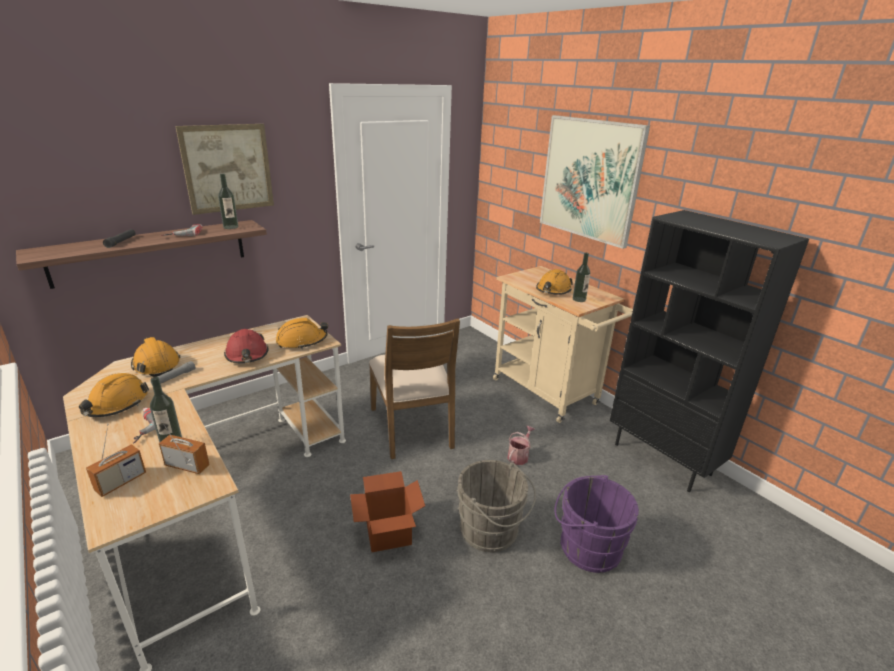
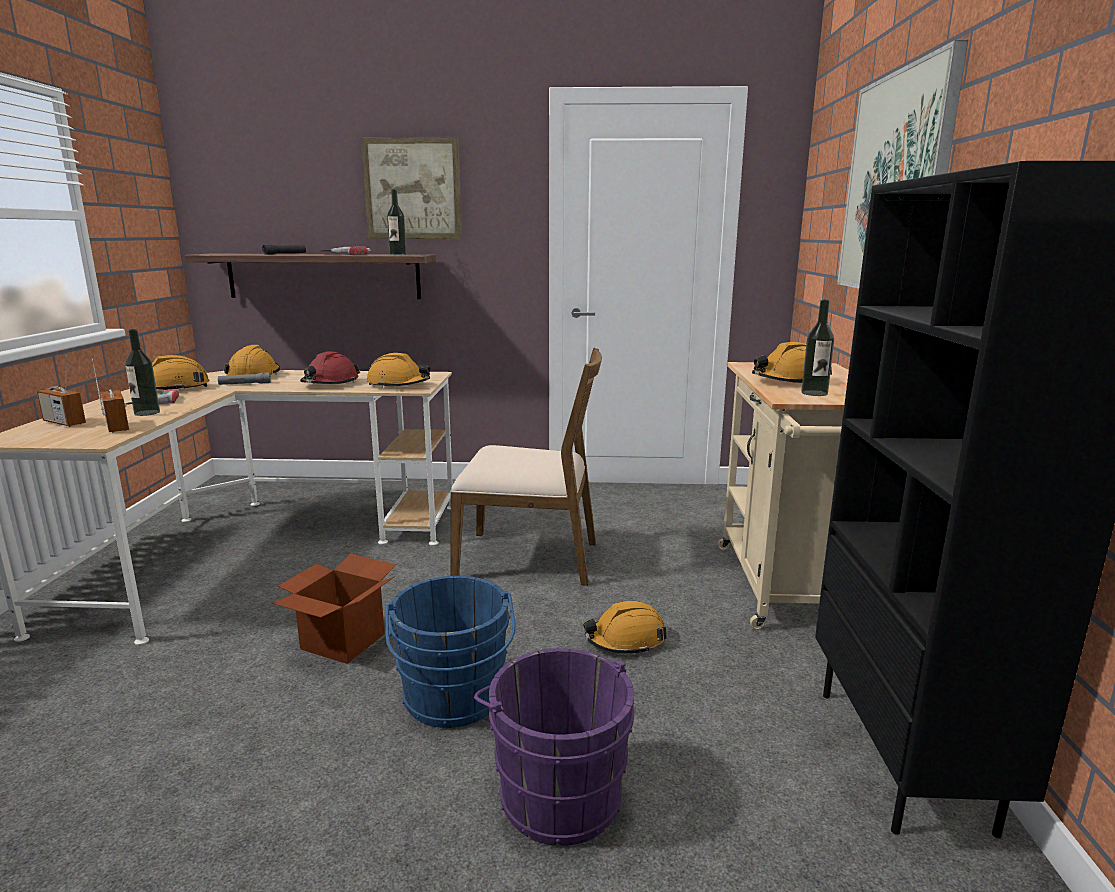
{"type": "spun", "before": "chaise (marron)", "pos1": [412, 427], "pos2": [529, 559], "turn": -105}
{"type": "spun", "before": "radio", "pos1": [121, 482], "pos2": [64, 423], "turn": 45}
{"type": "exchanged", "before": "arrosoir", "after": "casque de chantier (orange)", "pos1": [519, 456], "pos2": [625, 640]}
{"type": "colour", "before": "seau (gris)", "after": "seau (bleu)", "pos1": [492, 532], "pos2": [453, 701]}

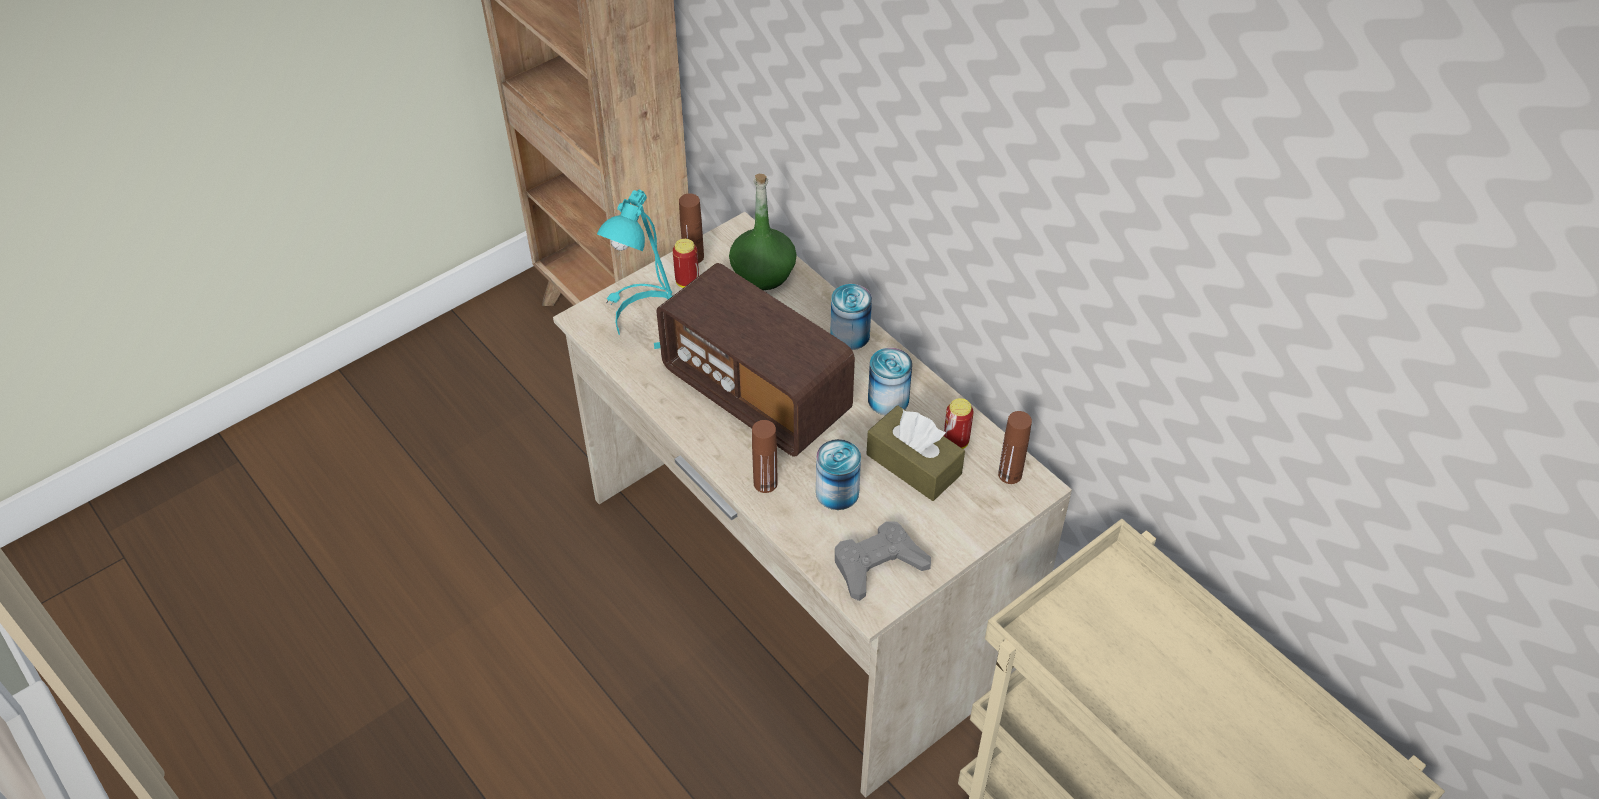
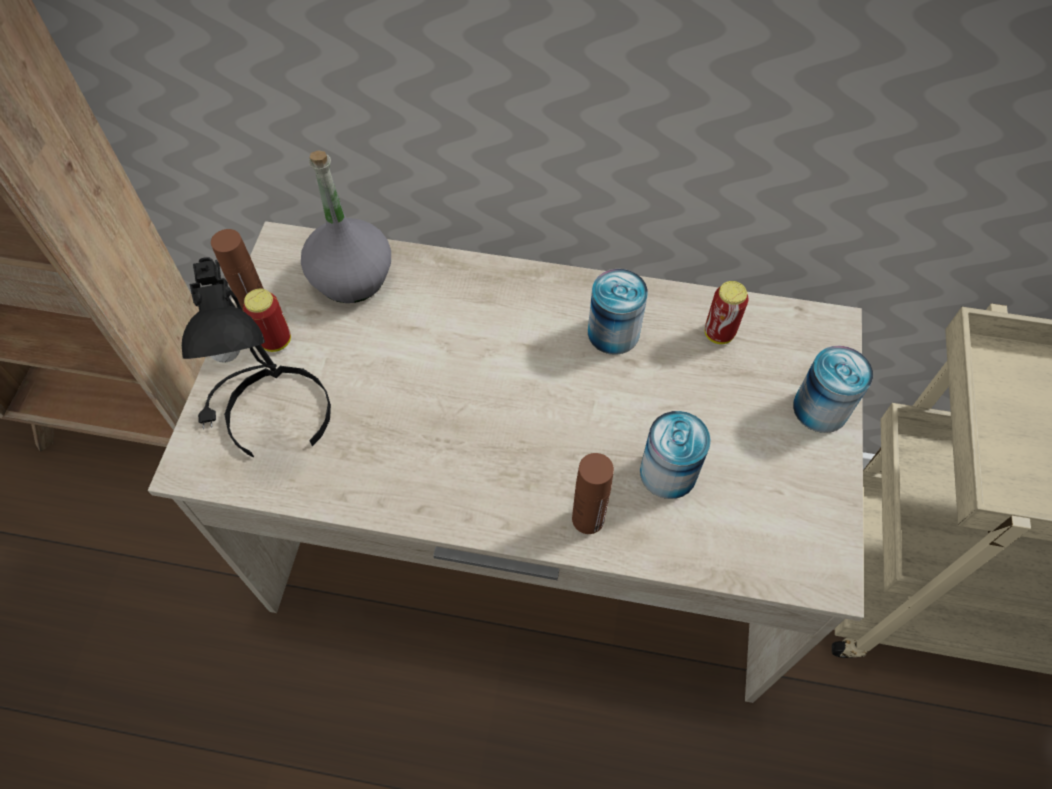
{"type": "colour", "before": "bouteille (vert)", "after": "bouteille (gris)", "pos1": [763, 273], "pos2": [351, 277]}
{"type": "colour", "before": "lampe de table (turquoise)", "after": "lampe de table (noir)", "pos1": [647, 320], "pos2": [271, 417]}
{"type": "missing", "before": "radio", "pos1": [756, 393]}
{"type": "relocated", "before": "boîte métallique", "pos1": [850, 335], "pos2": [820, 408]}
{"type": "missing", "before": "boîte à mouchoirs (marron)", "pos1": [913, 464]}
{"type": "missing", "before": "bouteille (marron)", "pos1": [1010, 474]}
{"type": "missing", "before": "manette (gris)", "pos1": [878, 564]}

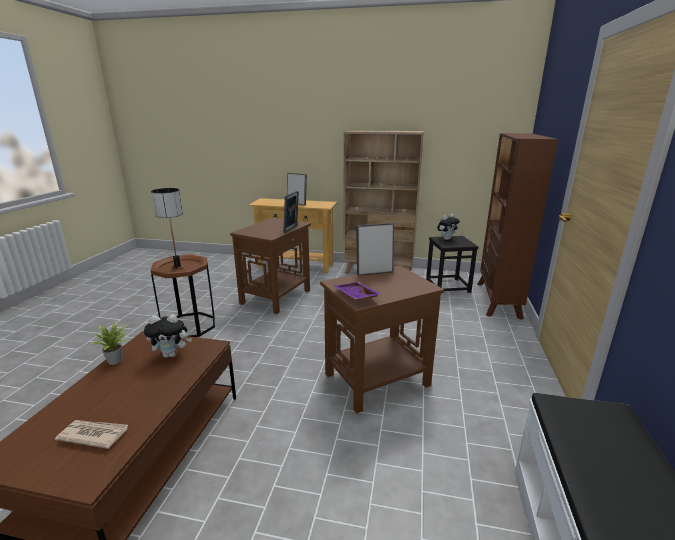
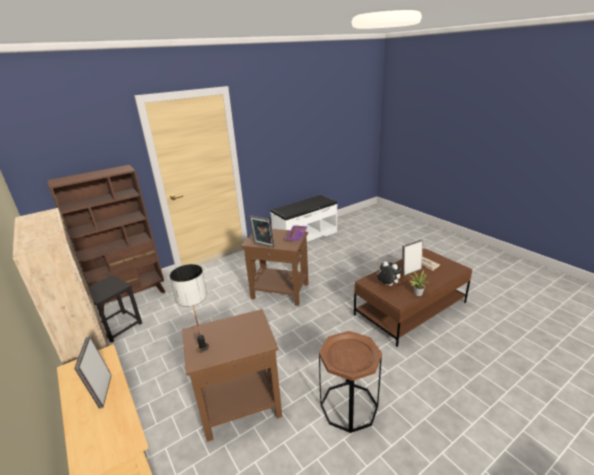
{"type": "relocated", "before": "lampe de table", "pos1": [177, 267], "pos2": [203, 348]}
{"type": "relocated", "before": "cadre photo", "pos1": [291, 229], "pos2": [410, 271]}
{"type": "missing", "before": "peluche", "pos1": [446, 239]}

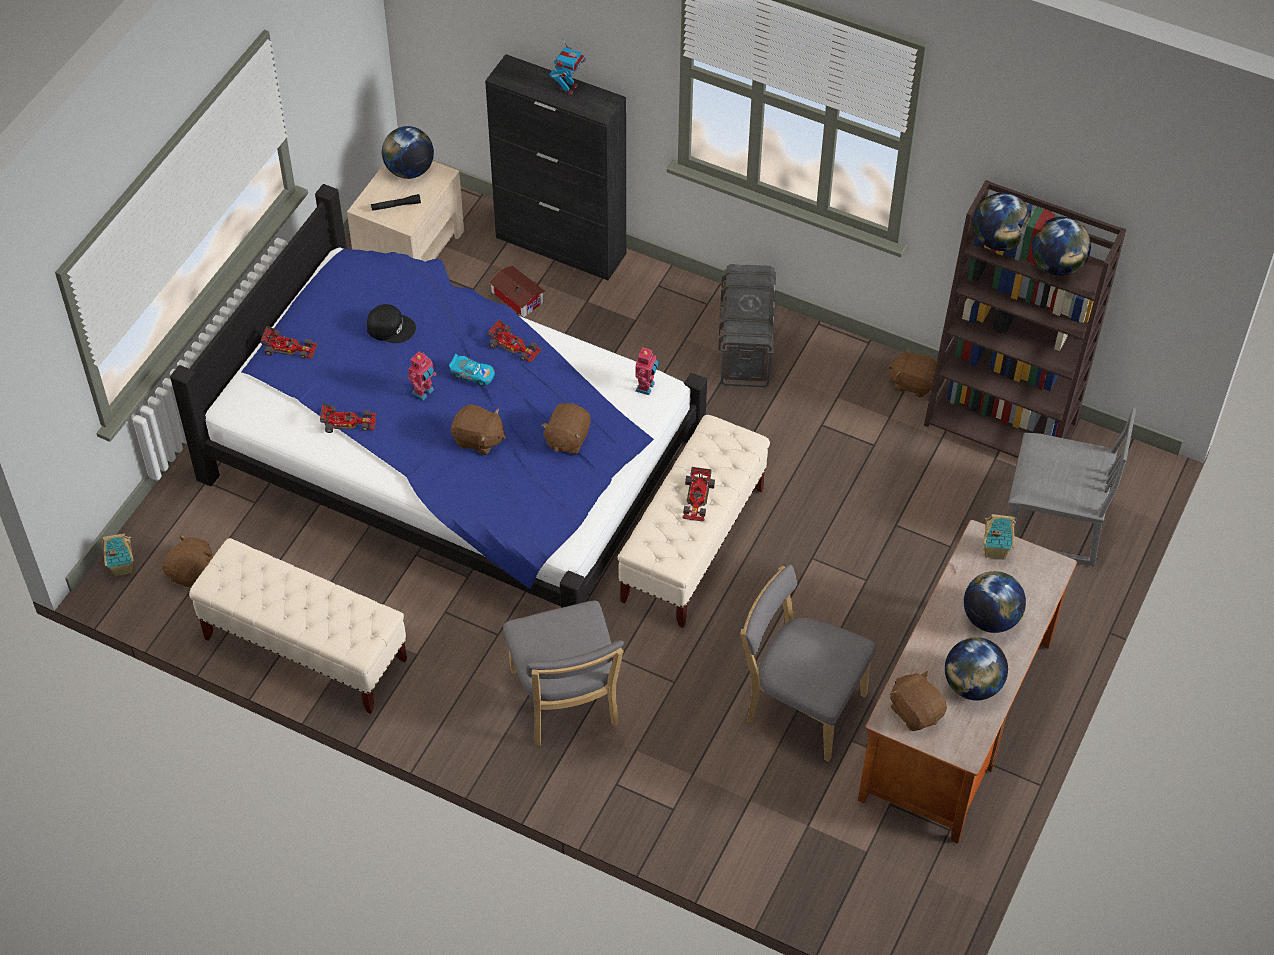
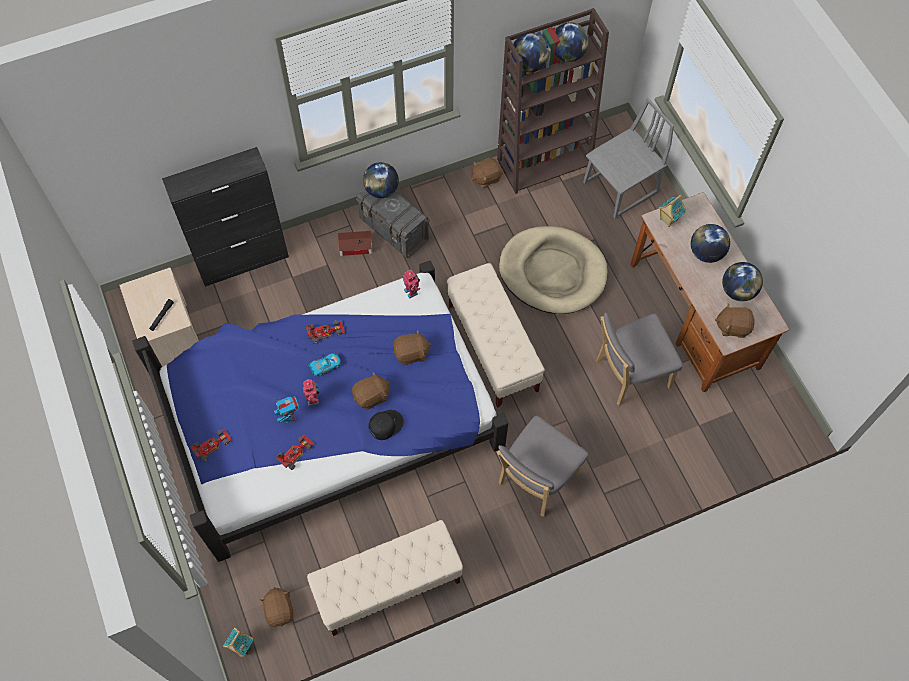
{"type": "relocated", "before": "robot jouet", "pos1": [568, 88], "pos2": [289, 417]}
{"type": "relocated", "before": "globe", "pos1": [409, 170], "pos2": [381, 190]}
{"type": "relocated", "before": "maison miniature", "pos1": [517, 296], "pos2": [354, 246]}
{"type": "relocated", "before": "casquette (noir)", "pos1": [391, 327], "pos2": [385, 424]}
{"type": "spun", "before": "peluche (marron)", "pos1": [567, 439], "pos2": [411, 353], "turn": -75}
{"type": "missing", "before": "petite voiture", "pos1": [697, 498]}
{"type": "spun", "before": "chaise (gris)", "pos1": [566, 703], "pos2": [535, 480], "turn": 105}
{"type": "appeared", "after": "panier pour chien (beige)", "pos2": [552, 272]}

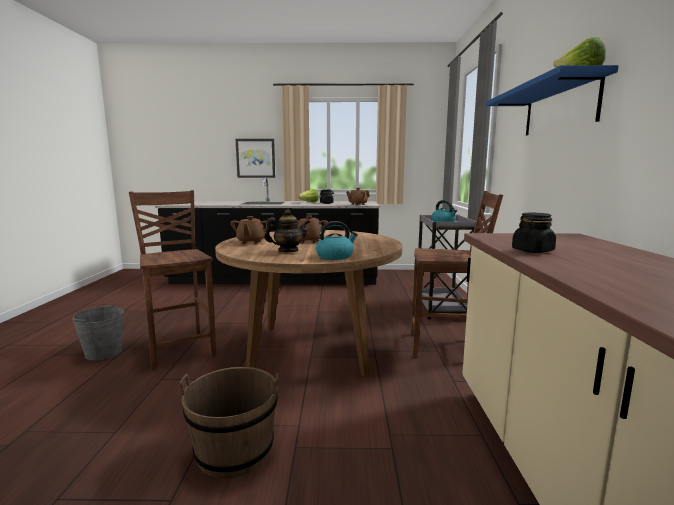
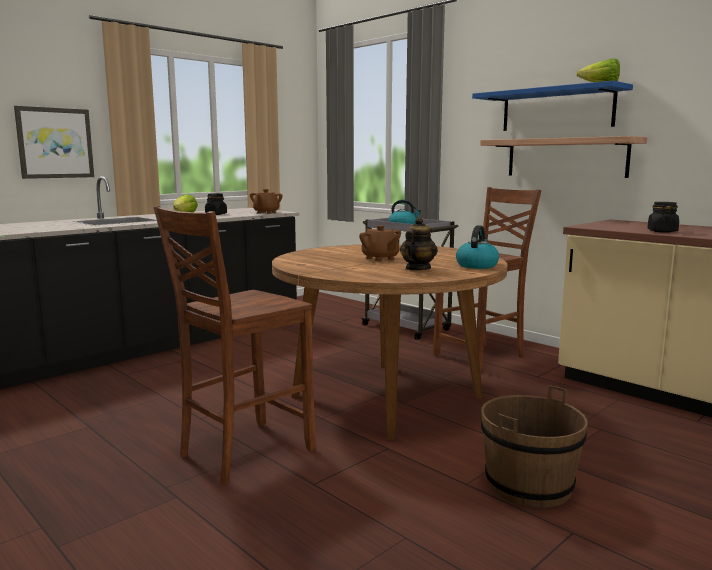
{"type": "spun", "before": "chaise (marron)", "pos1": [181, 348], "pos2": [243, 452], "turn": -60}
{"type": "missing", "before": "théière (marron)", "pos1": [251, 242]}
{"type": "missing", "before": "seau (gris)", "pos1": [103, 353]}
{"type": "appeared", "after": "étagère", "pos2": [565, 157]}

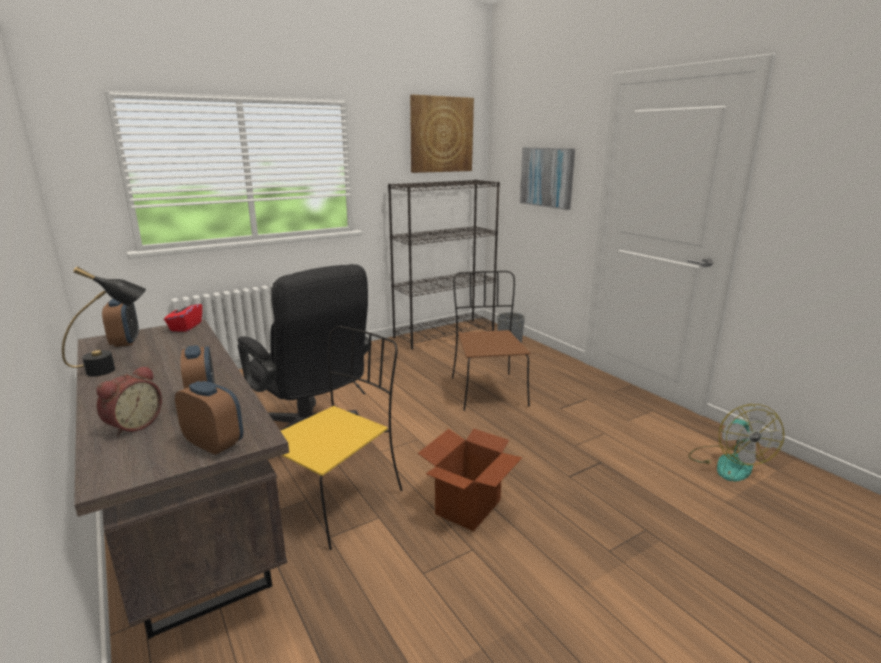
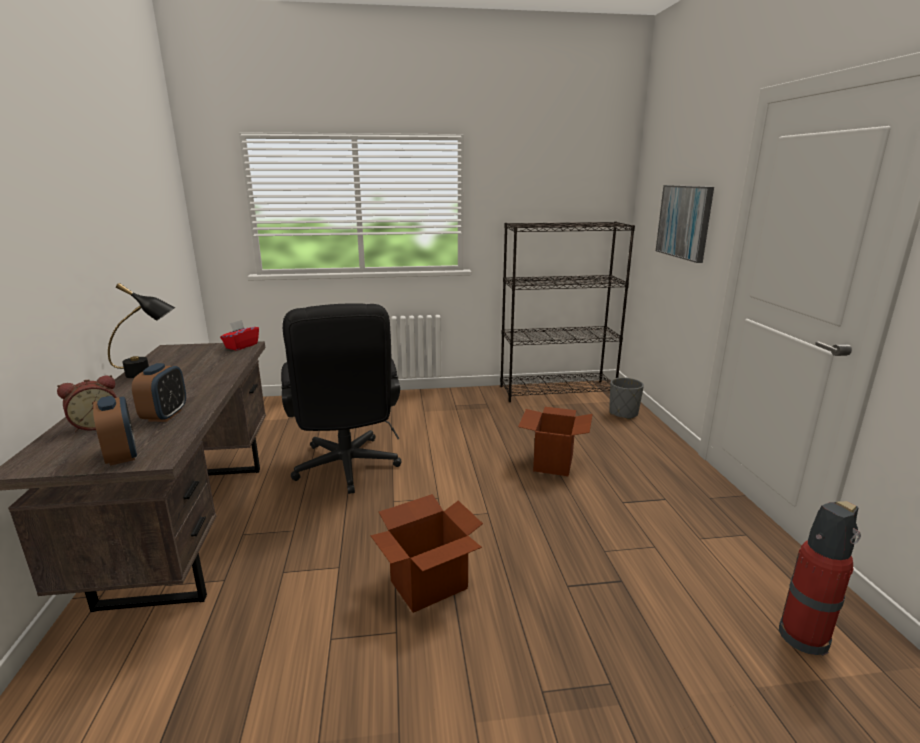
{"type": "missing", "before": "tableau", "pos1": [441, 134]}
{"type": "exchanged", "before": "chaise (marron)", "after": "carton", "pos1": [487, 390], "pos2": [553, 463]}
{"type": "missing", "before": "réveil", "pos1": [125, 342]}
{"type": "missing", "before": "chaise (jaune)", "pos1": [338, 499]}
{"type": "exchanged", "before": "ventilateur", "after": "extincteur", "pos1": [728, 463], "pos2": [805, 636]}

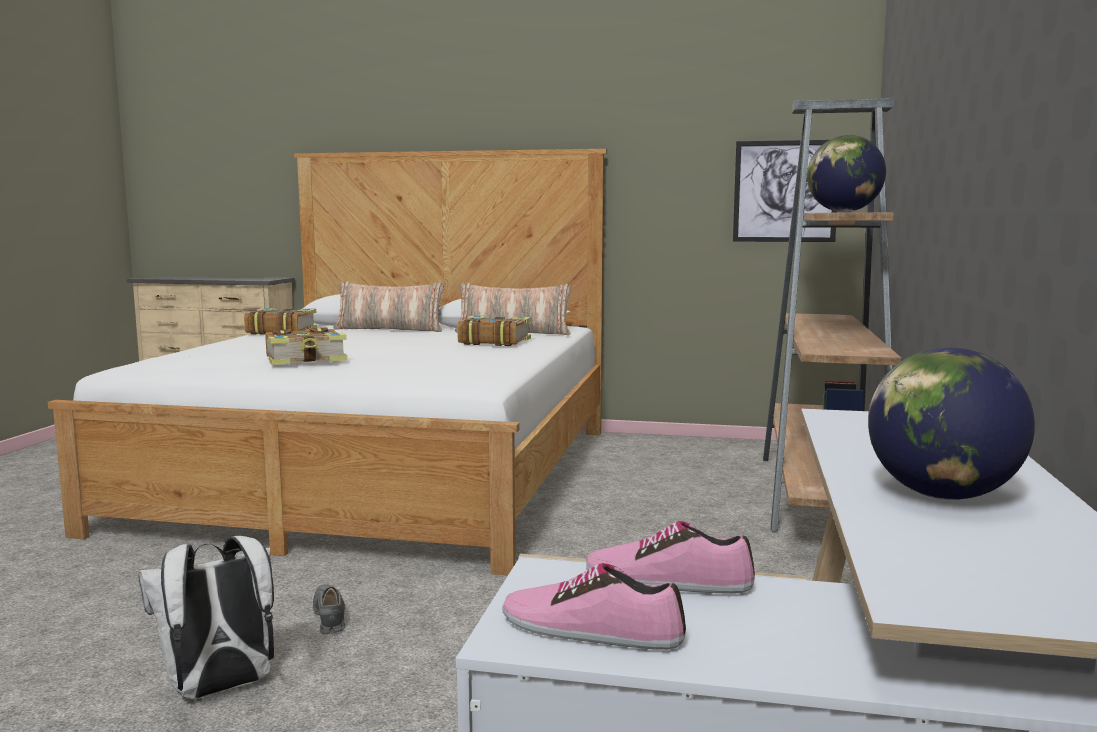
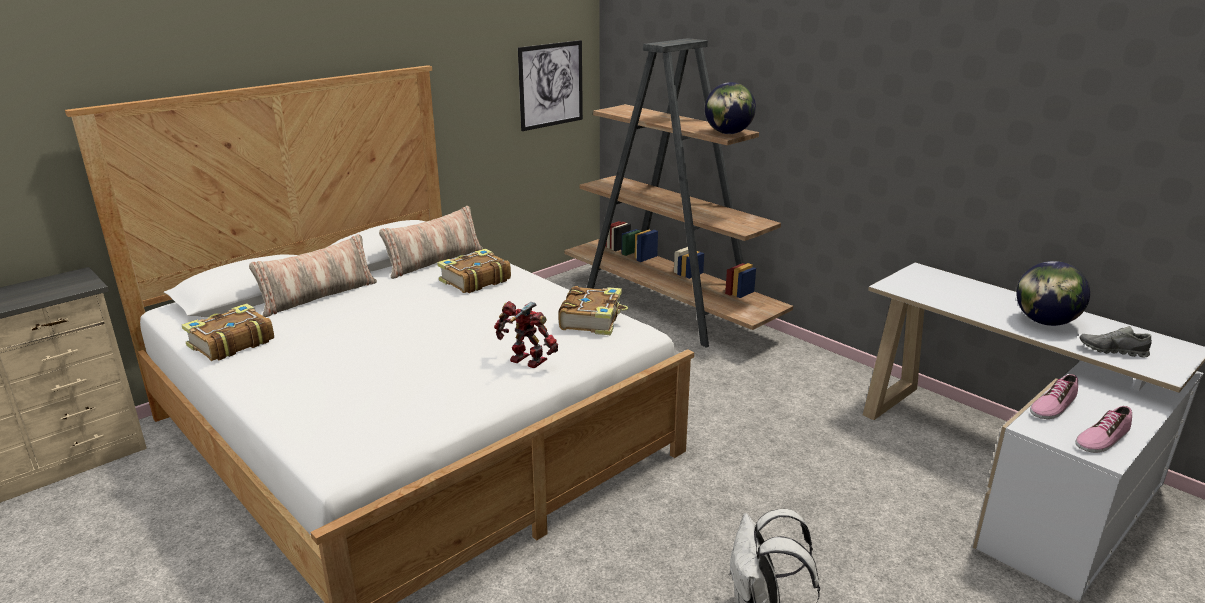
{"type": "relocated", "before": "livre", "pos1": [306, 359], "pos2": [592, 320]}
{"type": "relocated", "before": "chaussure (gris)", "pos1": [329, 617], "pos2": [1112, 351]}
{"type": "appeared", "after": "robot jouet", "pos2": [527, 362]}

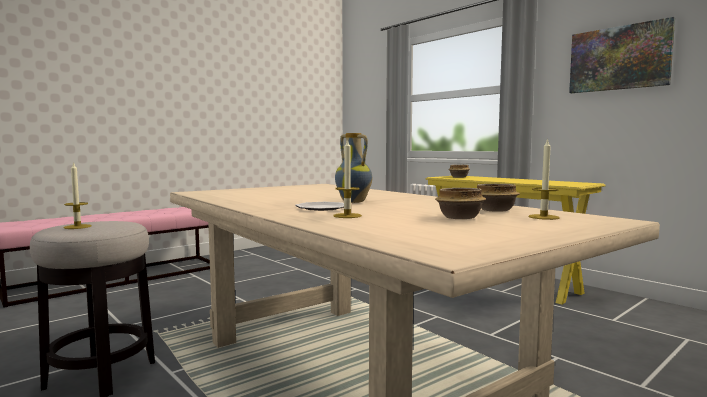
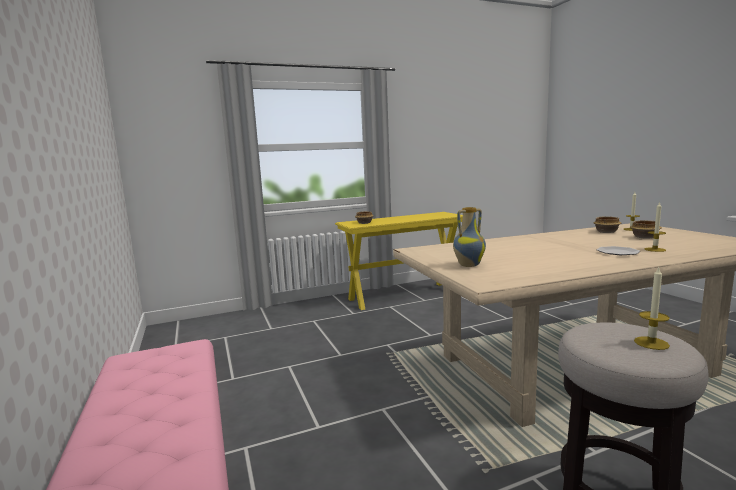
{"type": "missing", "before": "tableau", "pos1": [619, 58]}
{"type": "relocated", "before": "vase", "pos1": [354, 202], "pos2": [468, 265]}

